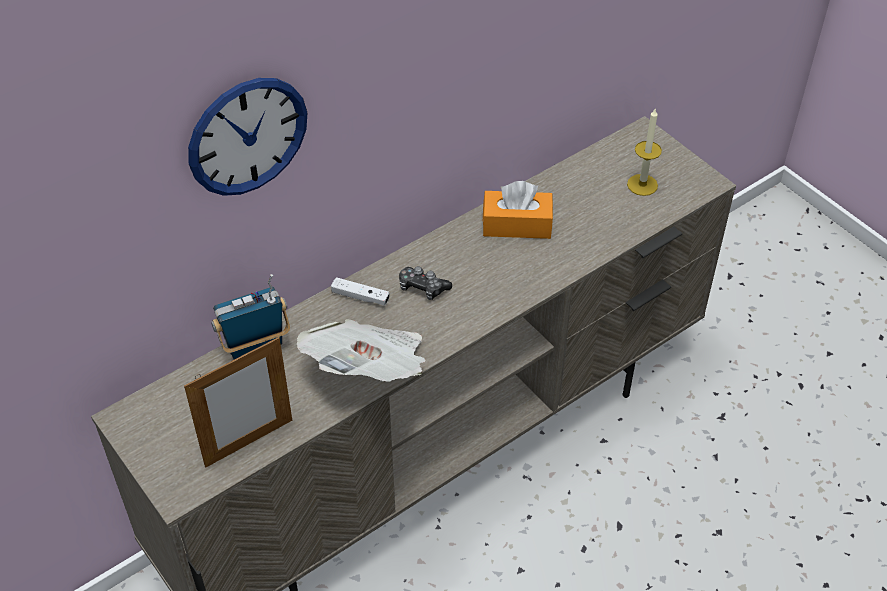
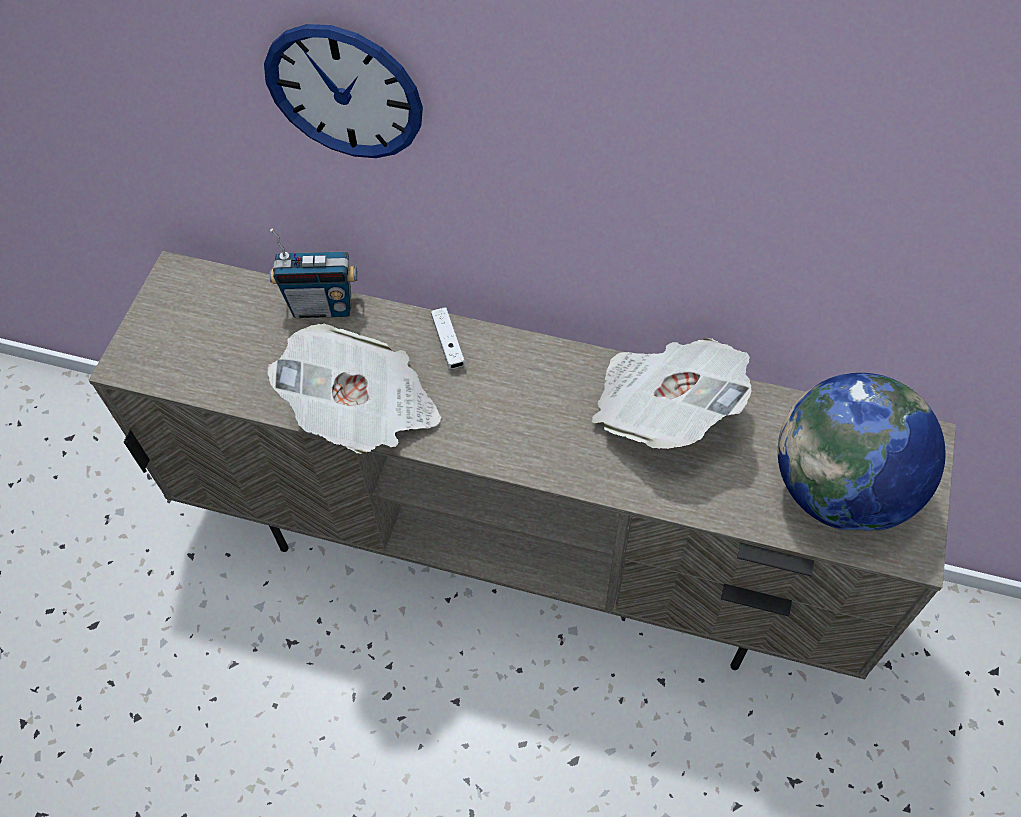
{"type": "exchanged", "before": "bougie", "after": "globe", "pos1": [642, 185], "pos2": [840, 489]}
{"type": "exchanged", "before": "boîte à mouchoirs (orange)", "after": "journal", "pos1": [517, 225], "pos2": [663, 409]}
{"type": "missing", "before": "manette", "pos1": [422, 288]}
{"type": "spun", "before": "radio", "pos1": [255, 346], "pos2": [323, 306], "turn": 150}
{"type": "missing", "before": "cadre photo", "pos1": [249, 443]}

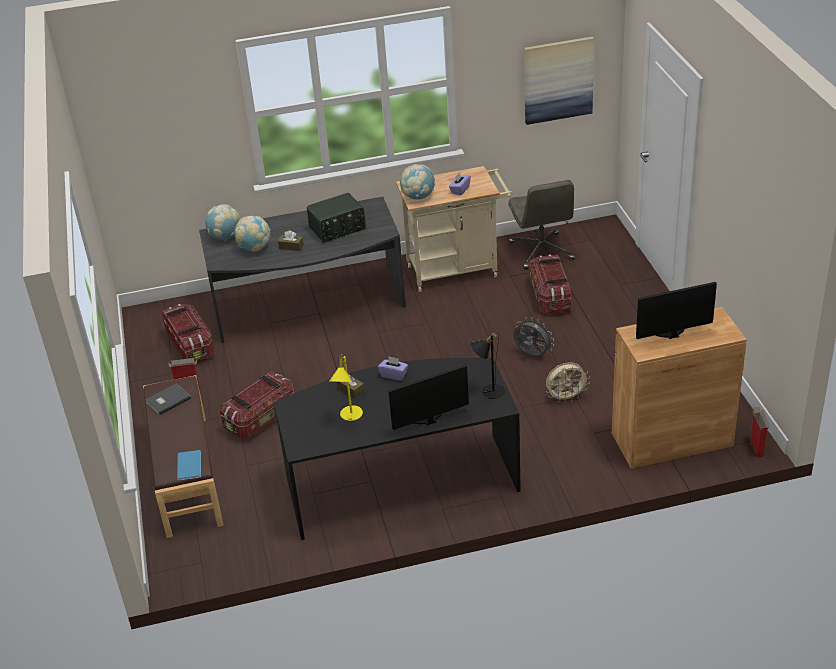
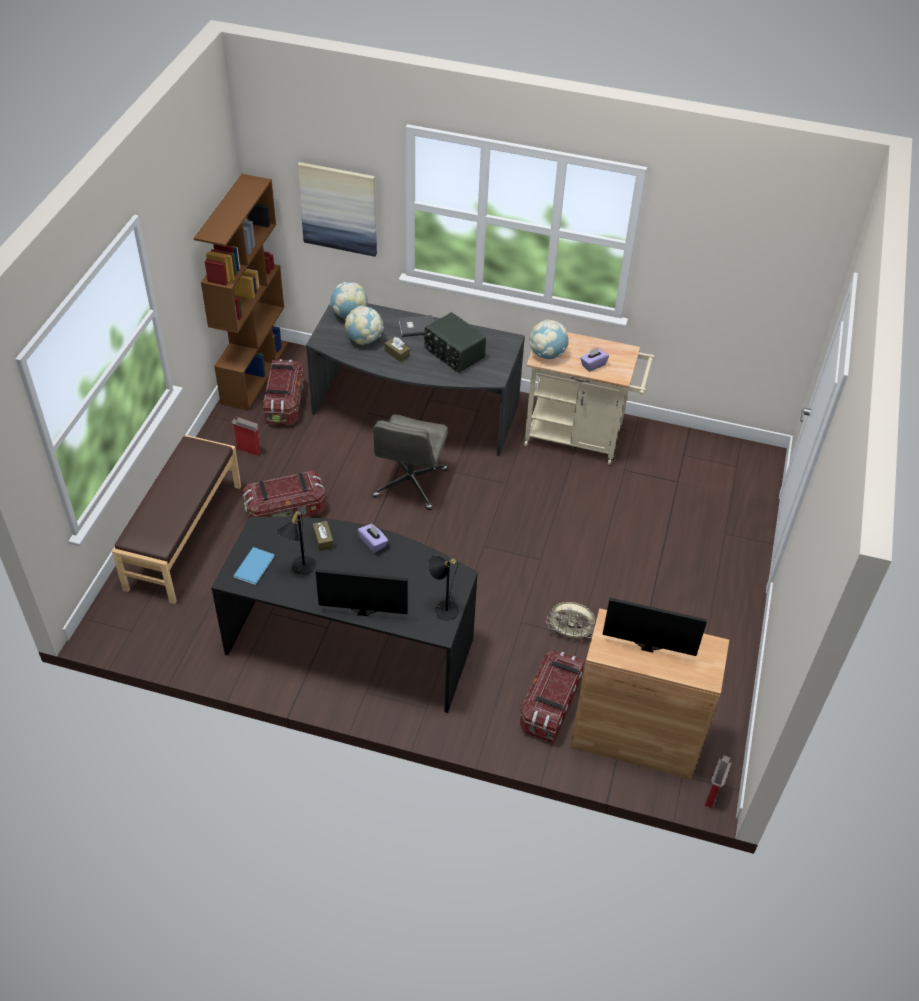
{"type": "relocated", "before": "tableau", "pos1": [558, 80], "pos2": [339, 208]}
{"type": "relocated", "before": "chaise de bureau (gris)", "pos1": [542, 251], "pos2": [410, 484]}
{"type": "spun", "before": "radio", "pos1": [338, 229], "pos2": [453, 354], "turn": 45}
{"type": "relocated", "before": "boîte de rangement", "pos1": [550, 297], "pos2": [550, 706]}
{"type": "missing", "before": "ventilateur (gris)", "pos1": [532, 355]}
{"type": "colour", "before": "lampe de table (jaune)", "after": "lampe de table (noir)", "pos1": [349, 416], "pos2": [299, 567]}
{"type": "relocated", "before": "livre (gris)", "pos1": [167, 400], "pos2": [416, 326]}
{"type": "relocated", "before": "livre (bleu)", "pos1": [190, 465], "pos2": [255, 566]}
{"type": "appeared", "after": "bibliothèque (marron)", "pos2": [254, 372]}

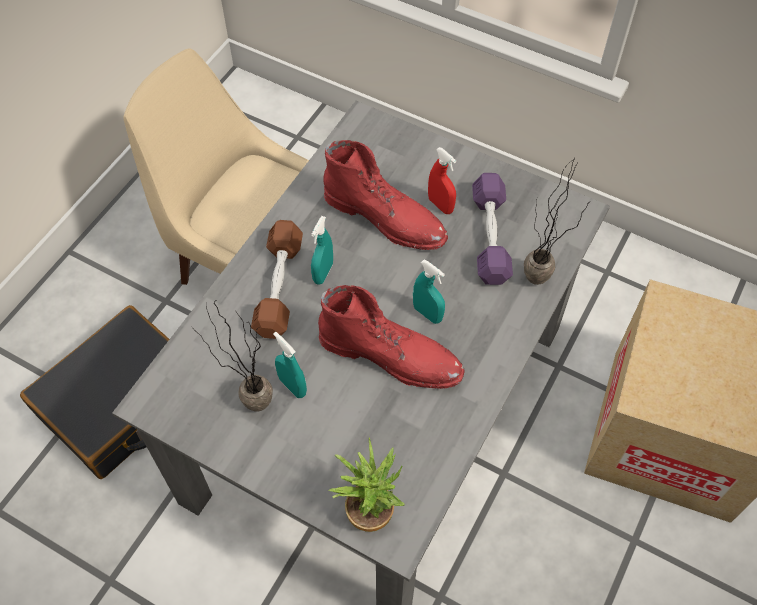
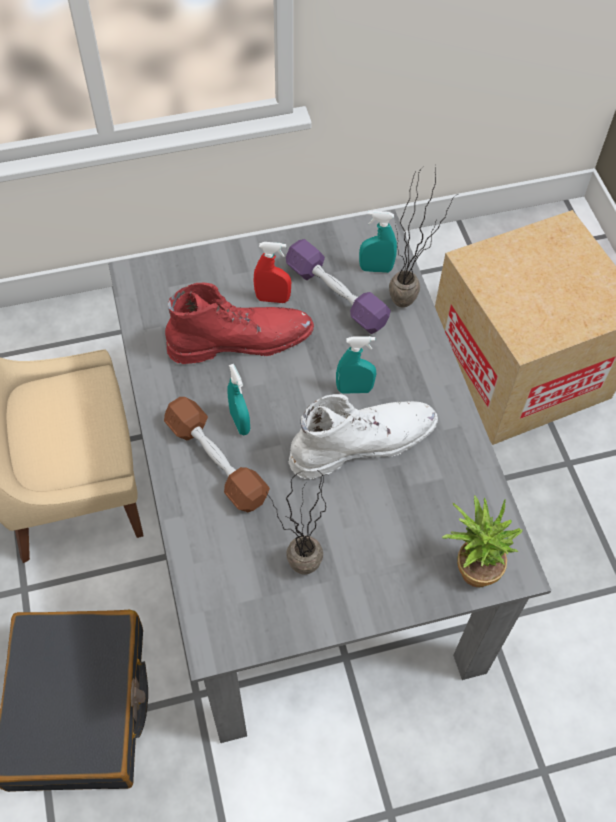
{"type": "colour", "before": "botte (rouge)", "after": "botte (blanc)", "pos1": [392, 354], "pos2": [362, 441]}
{"type": "relocated", "before": "vaporisateur (turquoise)", "pos1": [292, 386], "pos2": [376, 269]}

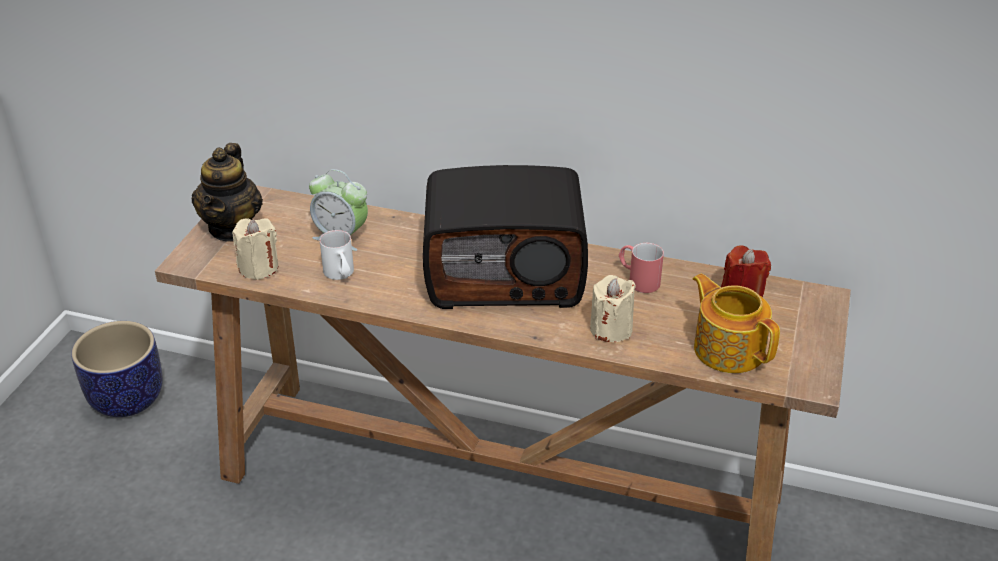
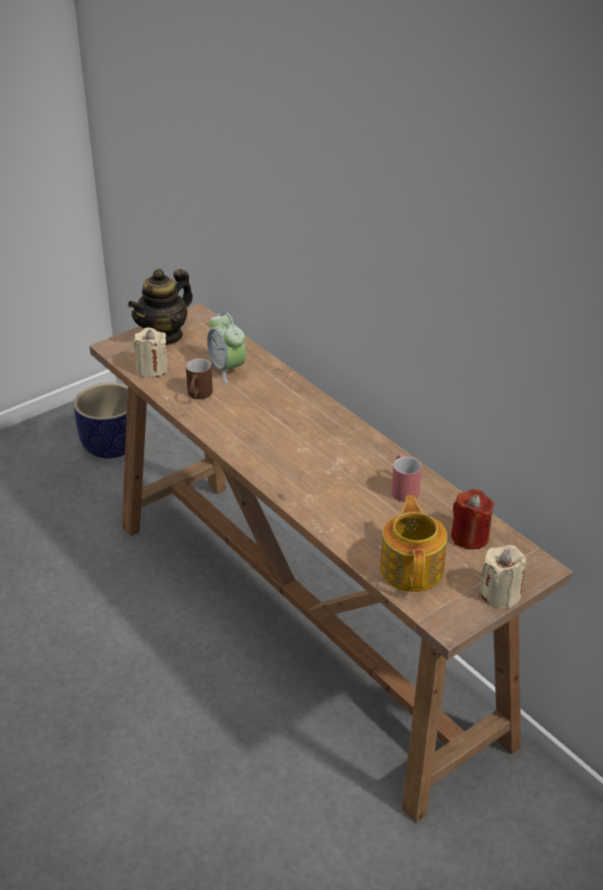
{"type": "missing", "before": "radio", "pos1": [505, 274]}
{"type": "colour", "before": "mug (blanc)", "after": "mug (marron)", "pos1": [341, 275], "pos2": [198, 396]}
{"type": "relocated", "before": "bougie (beige)", "pos1": [611, 329], "pos2": [500, 594]}

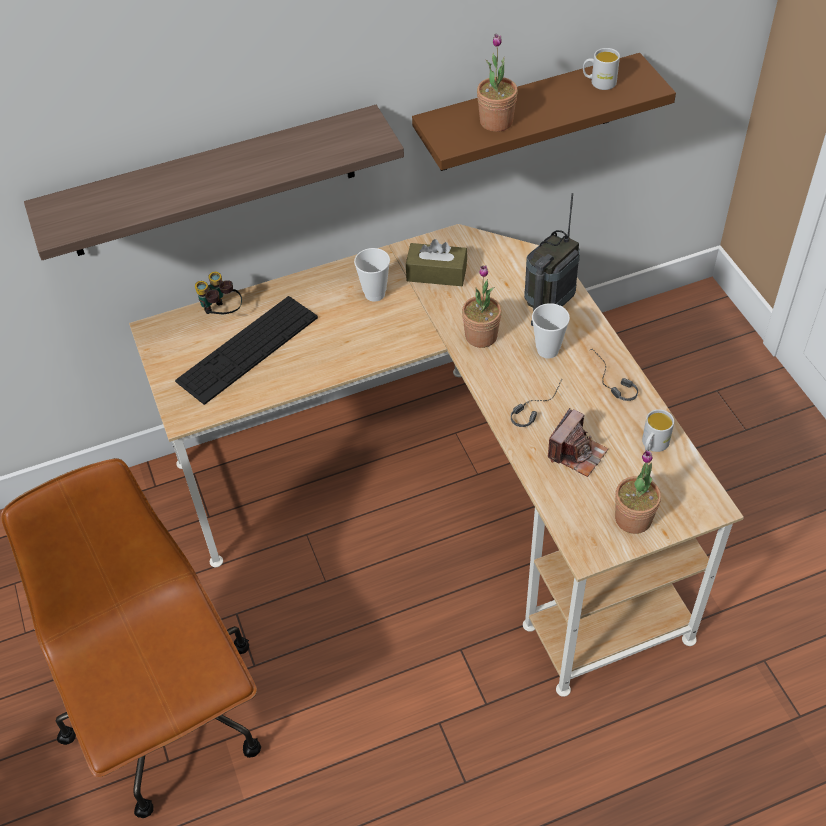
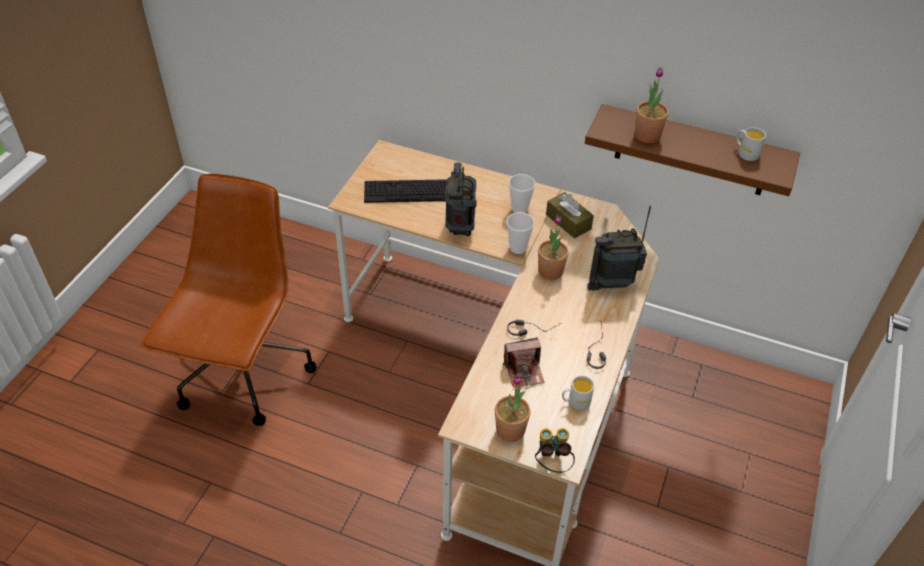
{"type": "missing", "before": "étagère", "pos1": [212, 183]}
{"type": "relocated", "before": "jumelles", "pos1": [221, 314], "pos2": [552, 463]}
{"type": "relocated", "before": "tasse", "pos1": [547, 350], "pos2": [518, 248]}
{"type": "appeared", "after": "radio", "pos2": [460, 228]}

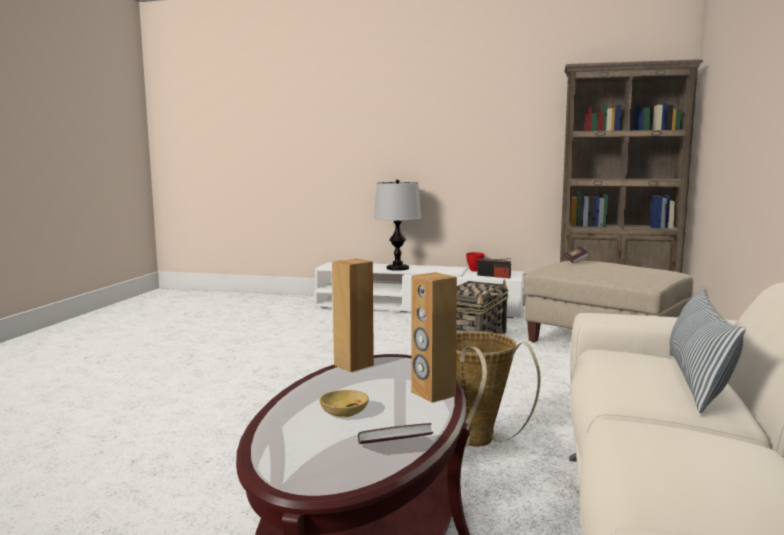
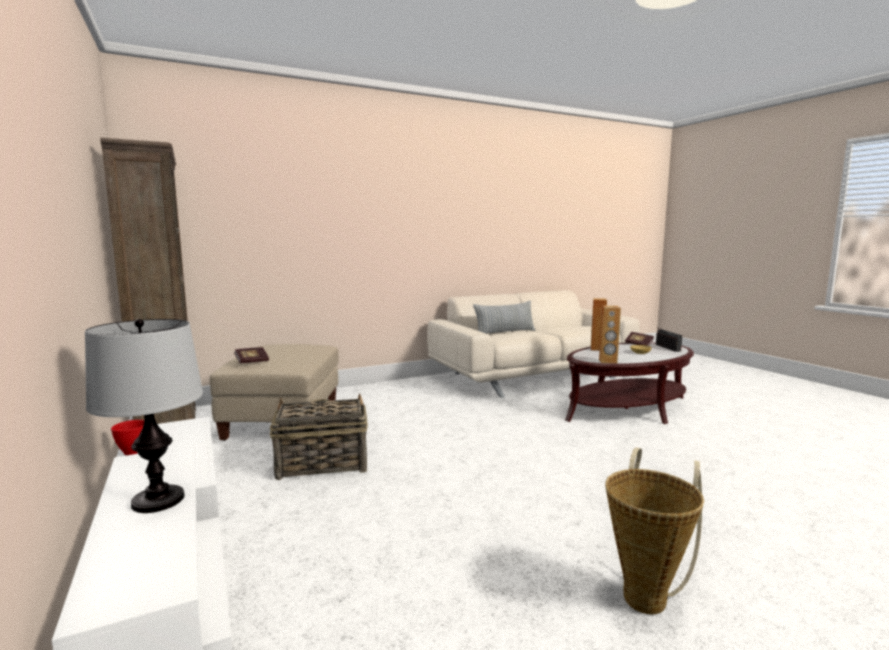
{"type": "relocated", "before": "radio", "pos1": [493, 276], "pos2": [667, 348]}
{"type": "relocated", "before": "panier", "pos1": [479, 443], "pos2": [647, 594]}

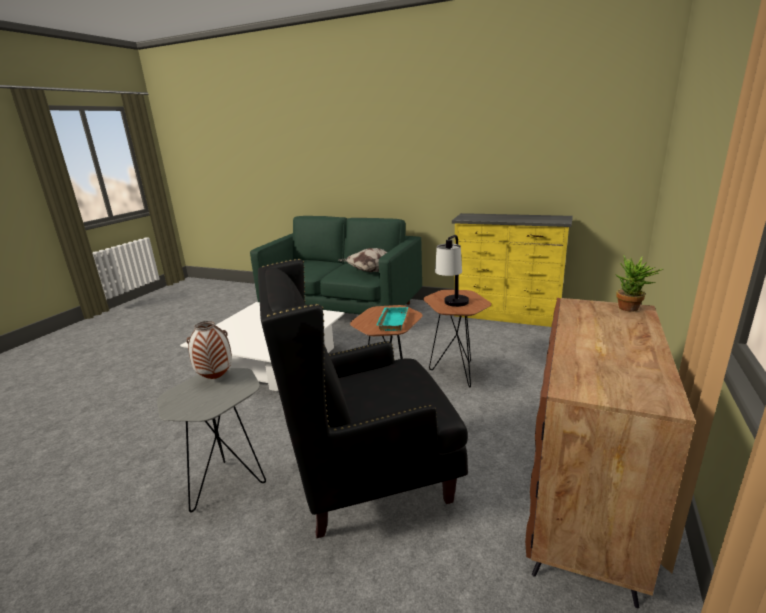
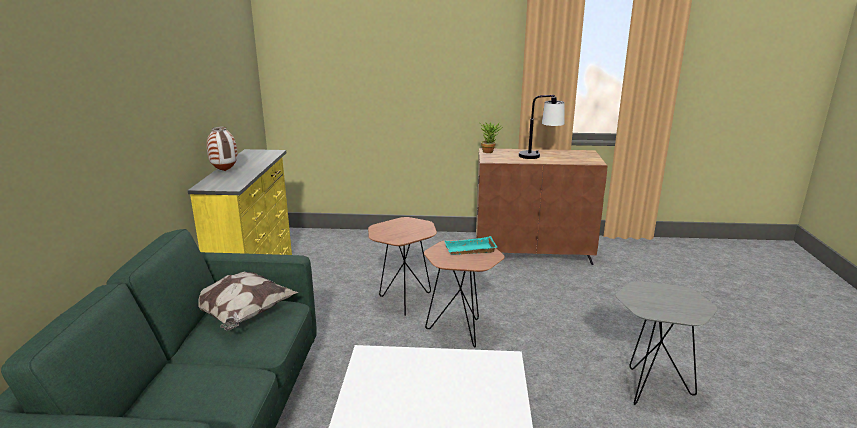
{"type": "relocated", "before": "lampe de table", "pos1": [453, 306], "pos2": [539, 156]}
{"type": "missing", "before": "fauteuil (noir)", "pos1": [370, 481]}
{"type": "relocated", "before": "vase", "pos1": [215, 378], "pos2": [225, 171]}

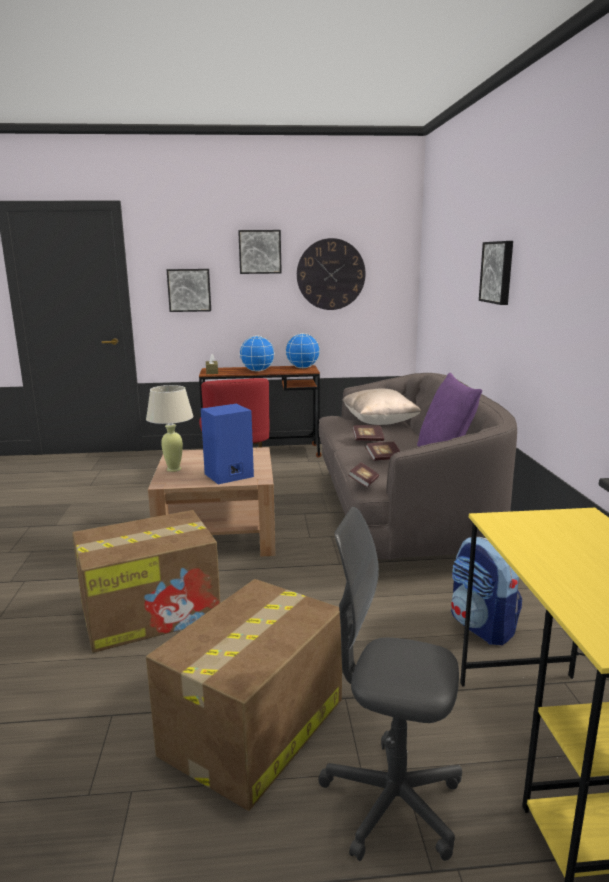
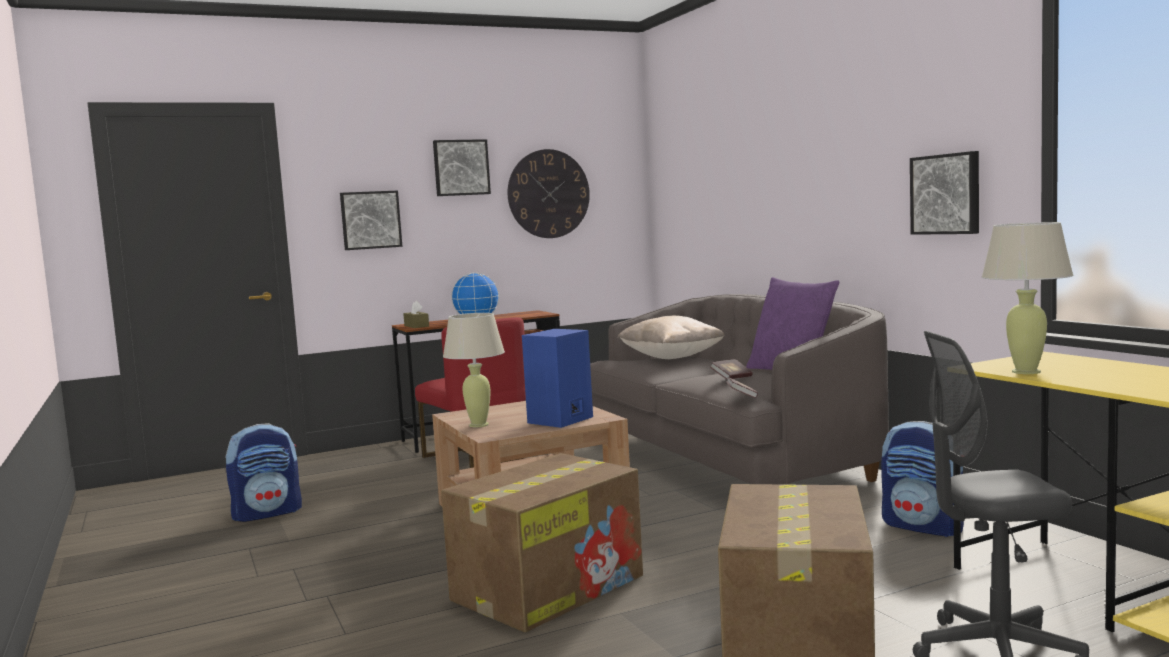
{"type": "relocated", "before": "tableau", "pos1": [498, 272], "pos2": [946, 194]}
{"type": "missing", "before": "globe", "pos1": [302, 368]}
{"type": "missing", "before": "livre", "pos1": [368, 439]}
{"type": "appeared", "after": "lampe de table (beige)", "pos2": [1026, 372]}
{"type": "appeared", "after": "sac à dos", "pos2": [267, 513]}

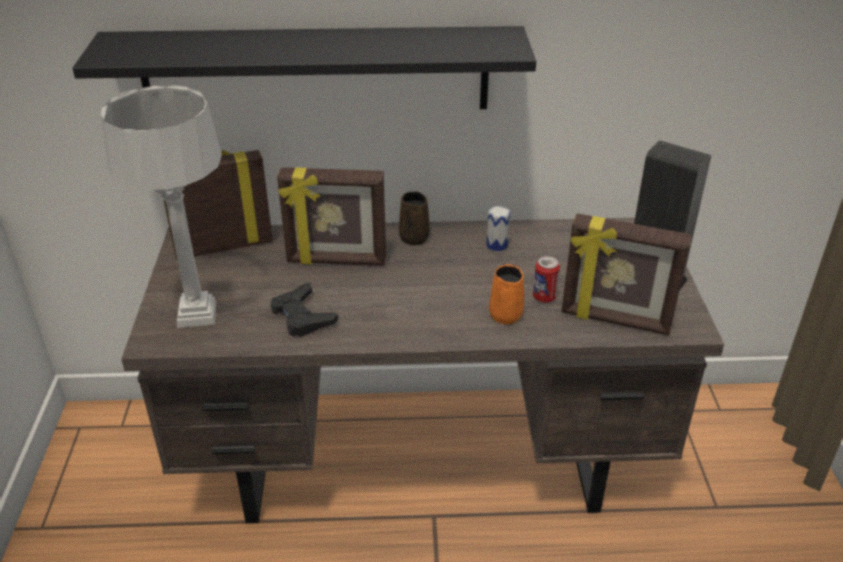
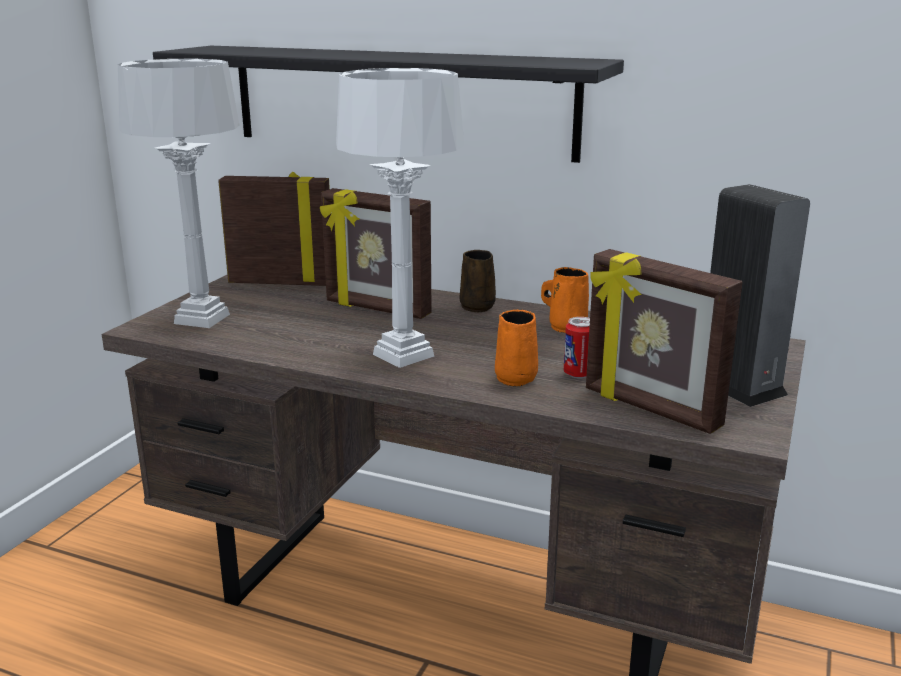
{"type": "exchanged", "before": "boîte métallique", "after": "mug (orange)", "pos1": [497, 245], "pos2": [565, 327]}
{"type": "missing", "before": "manette (noir)", "pos1": [302, 316]}
{"type": "appeared", "after": "lampe de table (blanc)", "pos2": [404, 355]}

